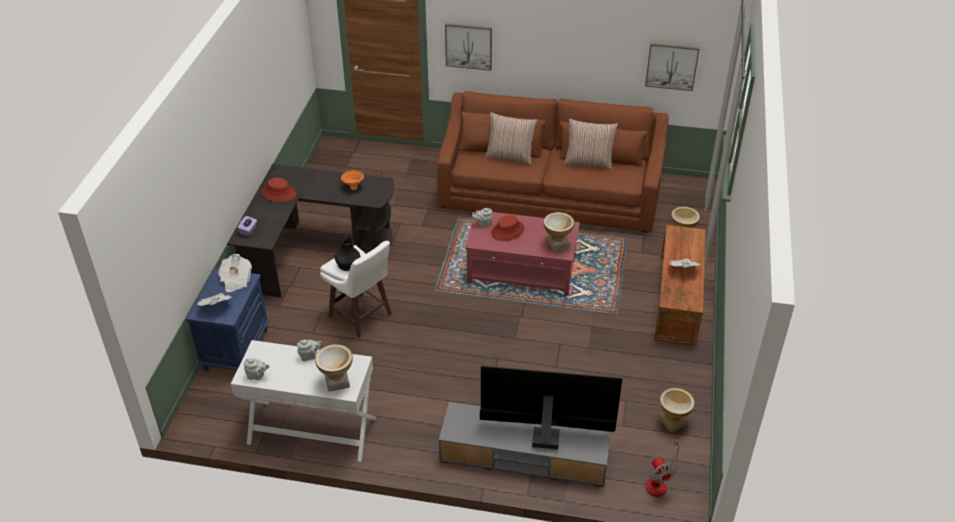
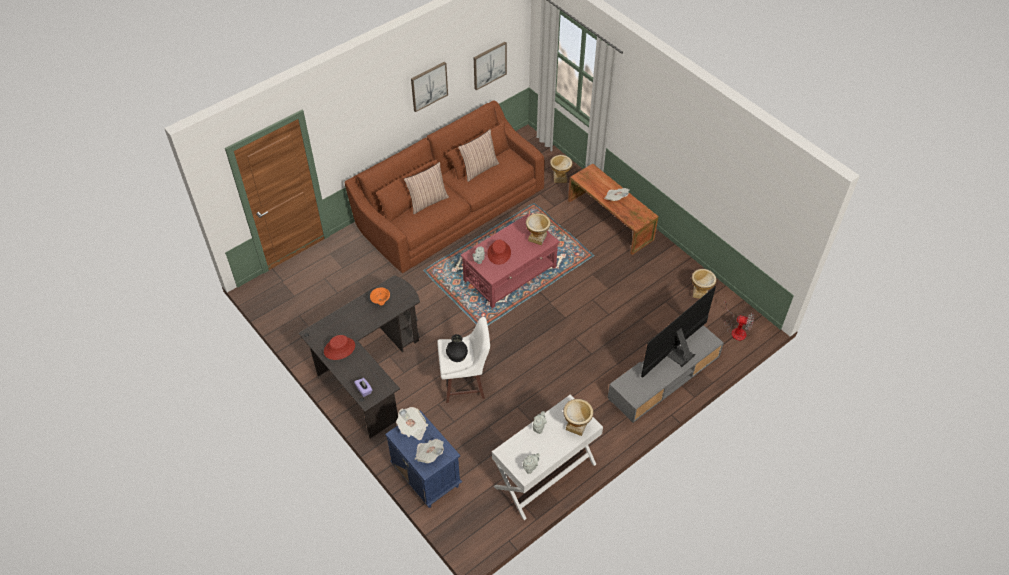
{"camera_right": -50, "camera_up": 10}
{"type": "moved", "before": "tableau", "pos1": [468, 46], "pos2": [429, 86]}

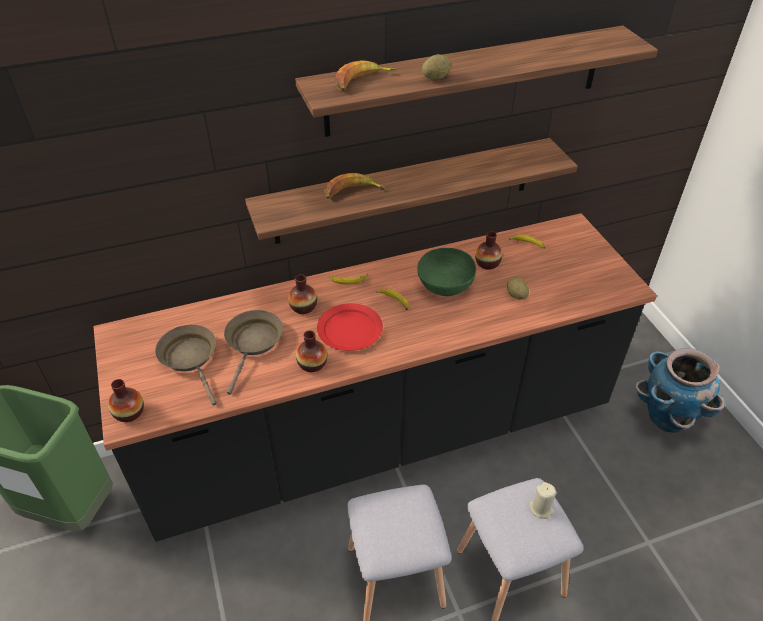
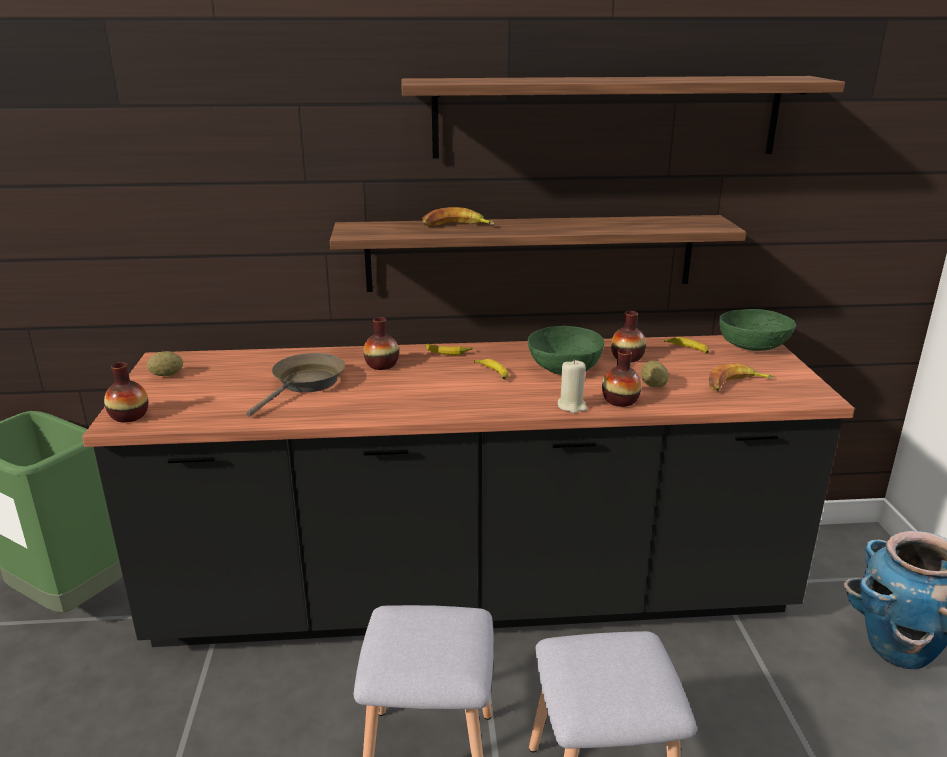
{"camera_right": 15, "camera_up": -20}
{"type": "removed", "before": "poêle [marron]", "pos1": [191, 358]}
{"type": "removed", "before": "assiette [rouge]", "pos1": [350, 330]}
{"type": "added", "after": "bol [vert]", "pos2": [753, 345]}
{"type": "moved", "before": "vase", "pos1": [312, 364], "pos2": [620, 401]}
{"type": "moved", "before": "banane", "pos1": [361, 81], "pos2": [736, 384]}
{"type": "moved", "before": "pomme de terre", "pos1": [435, 78], "pos2": [166, 375]}
{"type": "moved", "before": "bougie [beige]", "pos1": [541, 508], "pos2": [572, 406]}

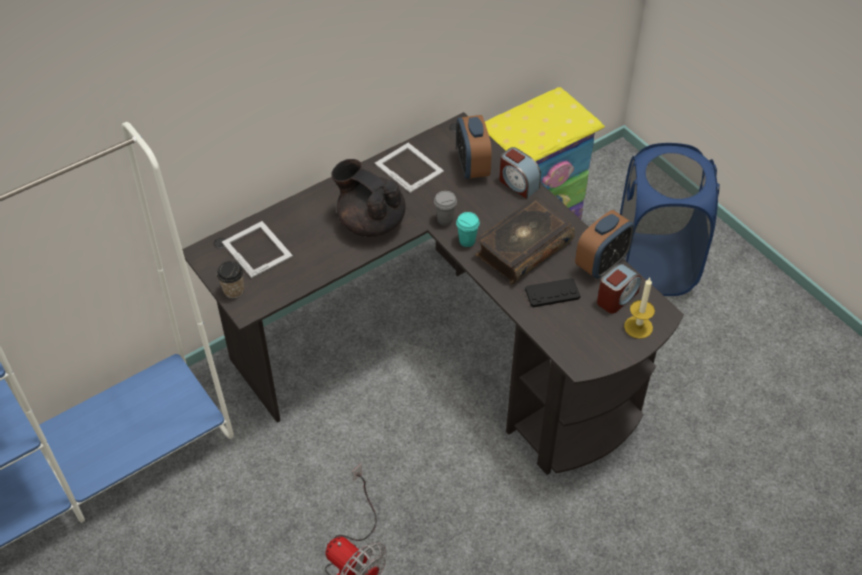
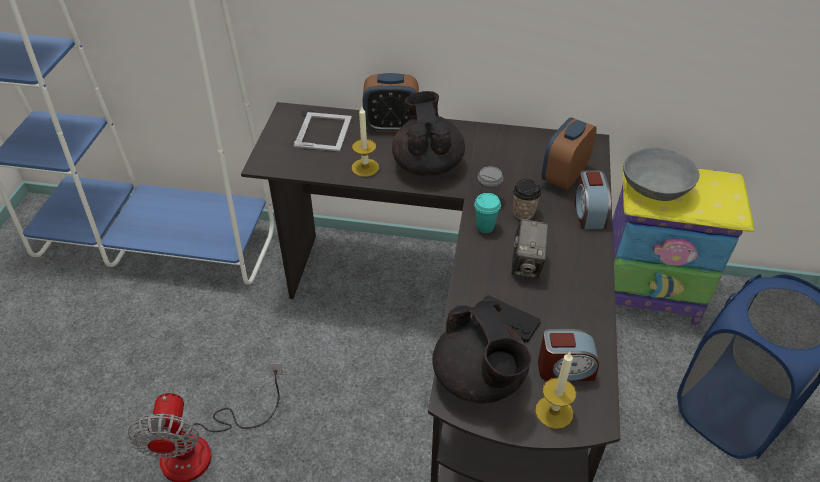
{"camera_right": 45, "camera_up": -5}
{"type": "removed", "before": "cadre photo", "pos1": [409, 167]}
{"type": "added", "after": "bougie", "pos2": [365, 167]}
{"type": "added", "after": "théière [noir]", "pos2": [479, 379]}
{"type": "added", "after": "bol [gris]", "pos2": [656, 188]}
{"type": "moved", "before": "tasse", "pos1": [233, 291], "pos2": [523, 213]}
{"type": "moved", "before": "réveil", "pos1": [601, 264], "pos2": [391, 126]}
{"type": "replaced", "before": "livre", "after": "appareil photo", "pos1": [522, 248], "pos2": [526, 265]}

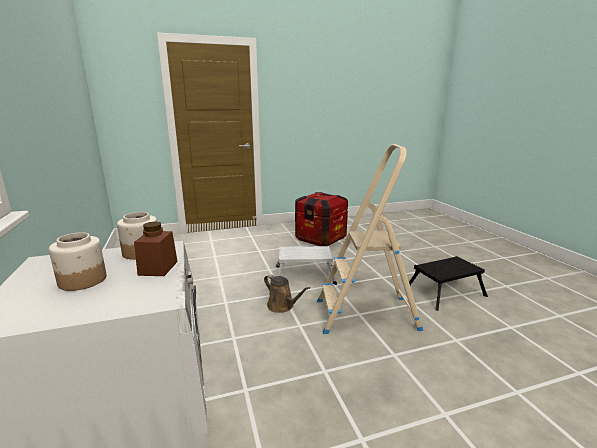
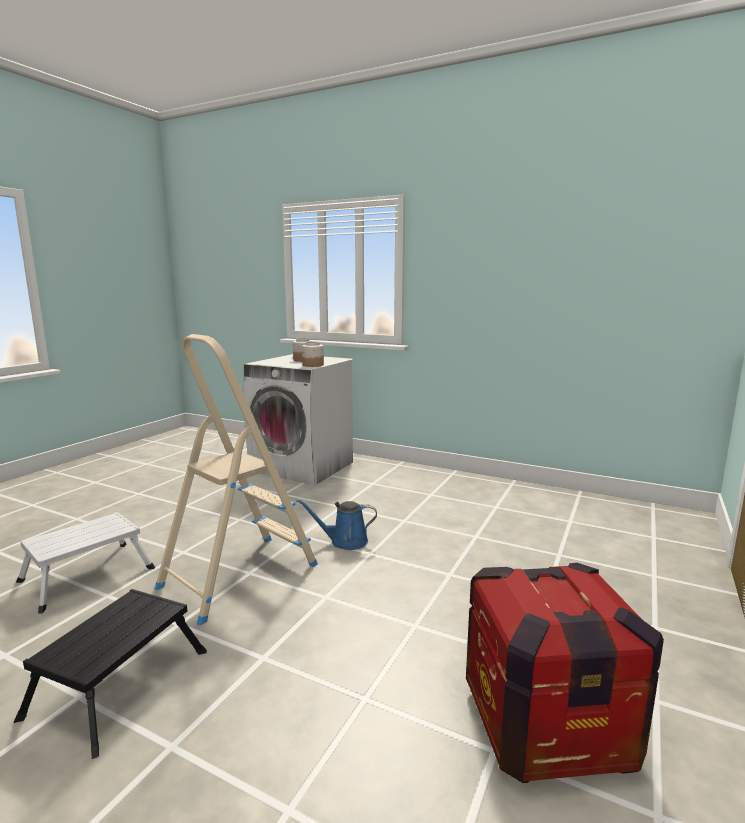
{"camera_right": 135, "camera_up": -5}
{"type": "removed", "before": "bocal [marron]", "pos1": [158, 268]}
{"type": "moved", "before": "escabeau [blanc]", "pos1": [304, 275], "pos2": [88, 574]}
{"type": "recoloured", "before": "arrosoir [marron]", "after": "arrosoir [bleu]", "pos1": [282, 306], "pos2": [345, 542]}

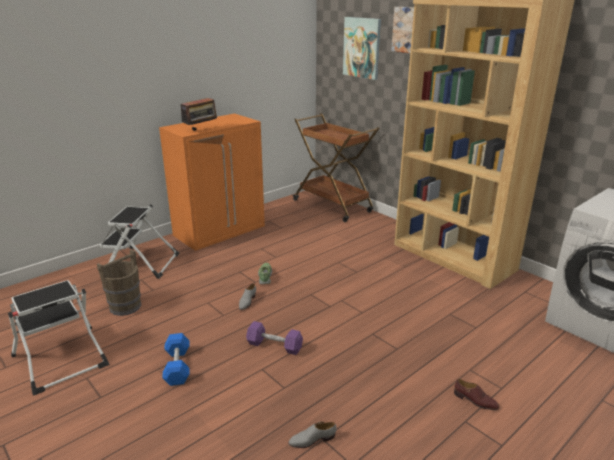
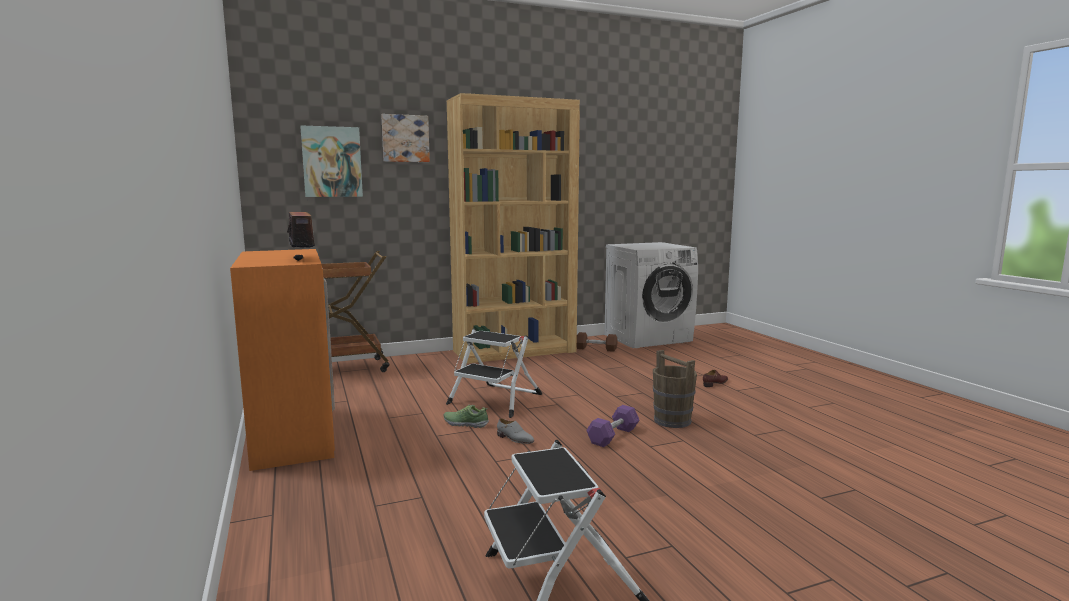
{"camera_right": -70, "camera_up": -15}
{"type": "removed", "before": "haltère [bleu]", "pos1": [177, 366]}
{"type": "removed", "before": "chaussure [gris]", "pos1": [312, 440]}
{"type": "added", "after": "haltère [marron]", "pos2": [596, 349]}
{"type": "moved", "before": "seau [marron]", "pos1": [125, 306], "pos2": [672, 420]}
{"type": "moved", "before": "escabeau", "pos1": [141, 263], "pos2": [496, 400]}

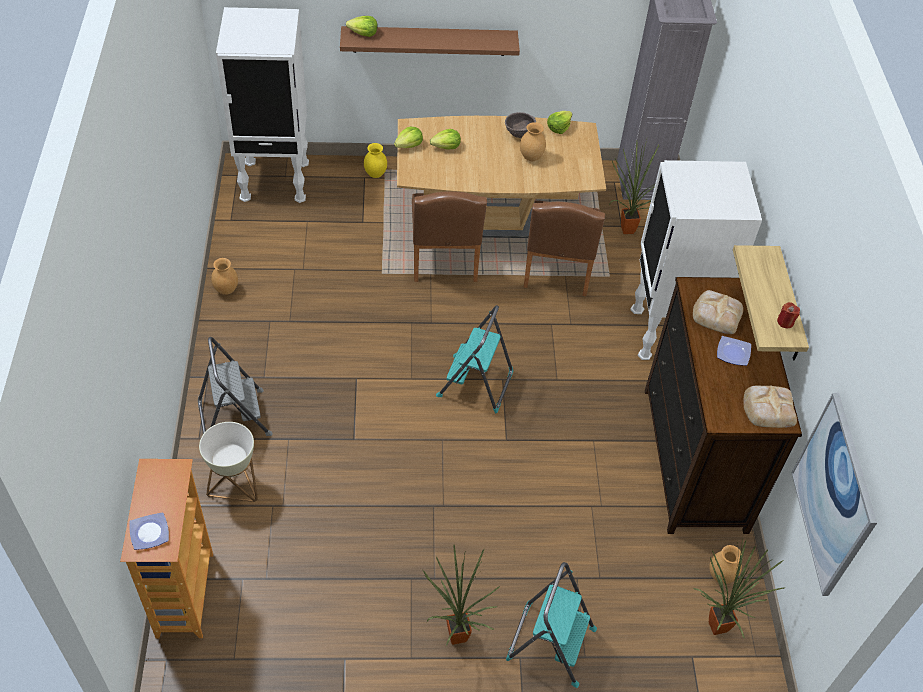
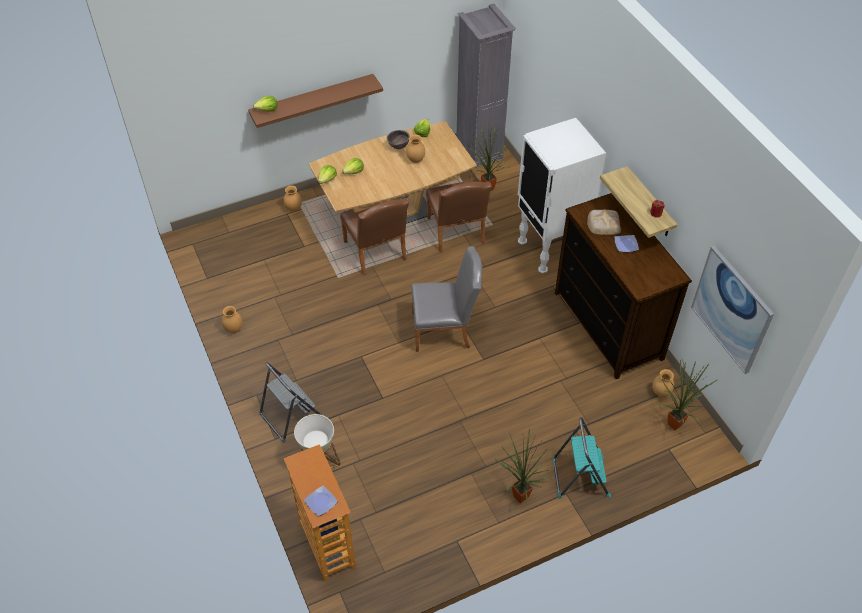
{"camera_right": -20, "camera_up": 0}
{"type": "removed", "before": "meuble de rangement [blanc]", "pos1": [275, 180]}
{"type": "removed", "before": "pain", "pos1": [768, 408]}
{"type": "replaced", "before": "escabeau [turquoise]", "after": "chaise [gris]", "pos1": [478, 384], "pos2": [445, 329]}
{"type": "recoloured", "before": "vase [jaune]", "after": "vase [marron]", "pos1": [375, 174], "pos2": [293, 208]}

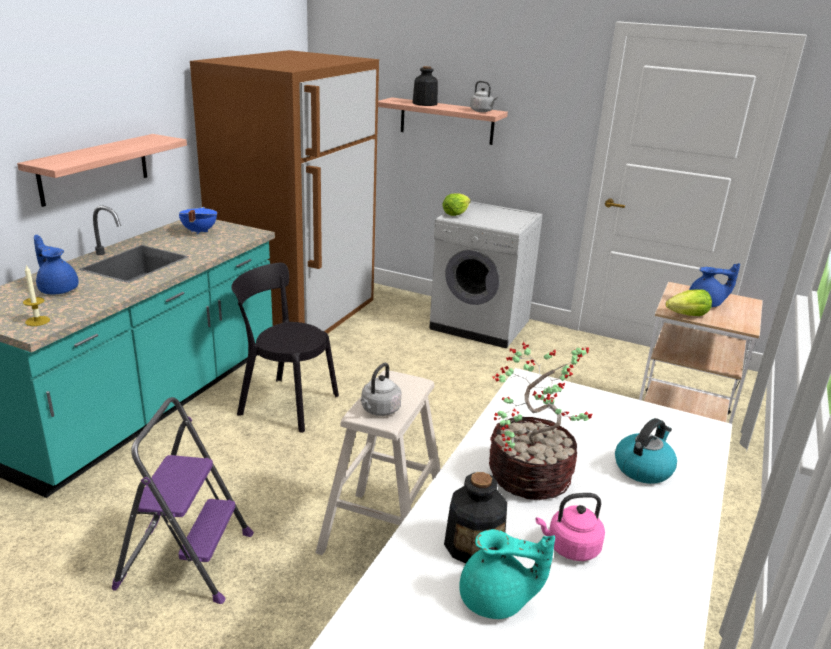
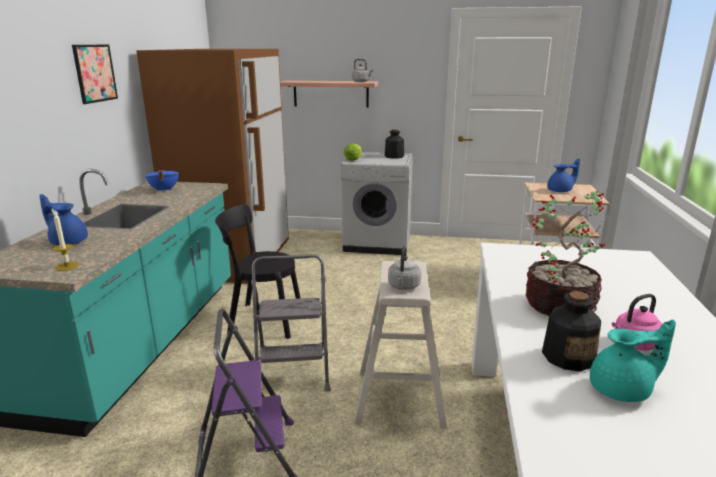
{"camera_right": -15, "camera_up": -5}
{"type": "removed", "before": "étagère", "pos1": [94, 169]}
{"type": "removed", "before": "bouilloire", "pos1": [643, 468]}
{"type": "removed", "before": "laitue", "pos1": [688, 315]}
{"type": "added", "after": "tableau", "pos2": [95, 73]}
{"type": "added", "after": "escabeau [gris]", "pos2": [294, 366]}
{"type": "moved", "before": "bouteille", "pos1": [424, 104], "pos2": [394, 156]}

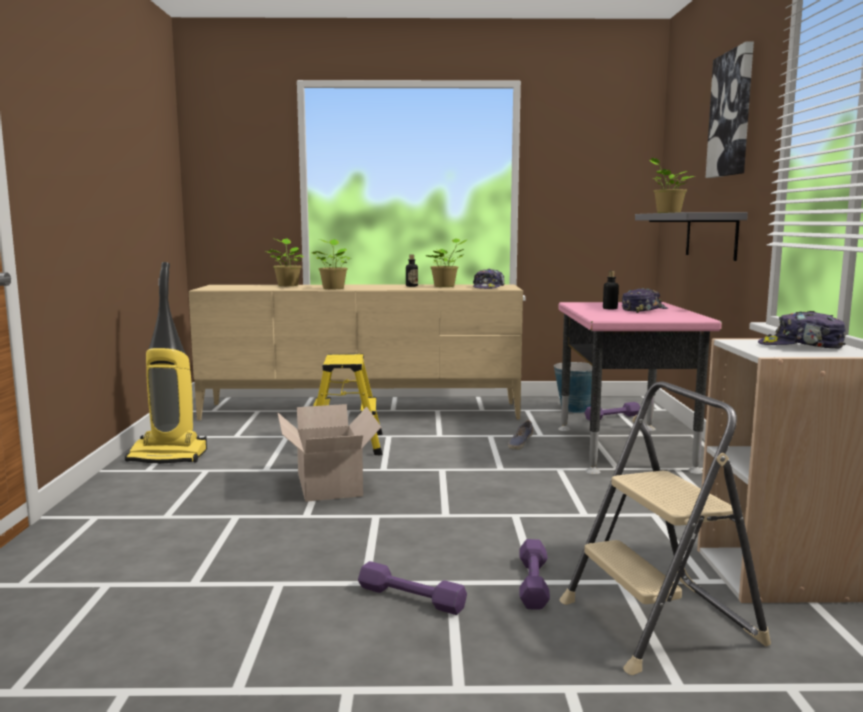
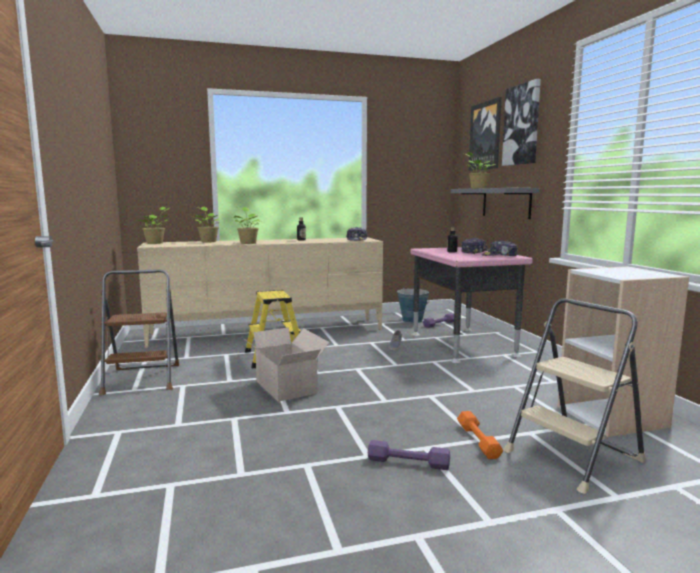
{"camera_right": -15, "camera_up": 0}
{"type": "added", "after": "tableau", "pos2": [485, 136]}
{"type": "moved", "before": "plante en pot", "pos1": [446, 286], "pos2": [156, 243]}
{"type": "moved", "before": "casquette", "pos1": [801, 346], "pos2": [499, 256]}
{"type": "replaced", "before": "aspirateur", "after": "escabeau [marron]", "pos1": [169, 456], "pos2": [144, 377]}
{"type": "recoloured", "before": "haltère [violet]", "after": "haltère [orange]", "pos1": [533, 583], "pos2": [478, 441]}

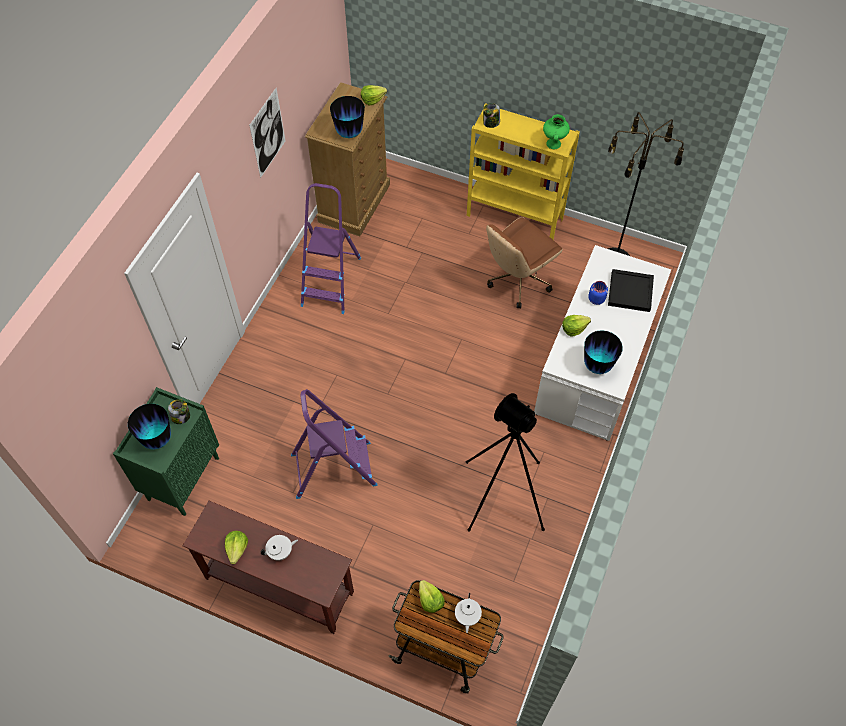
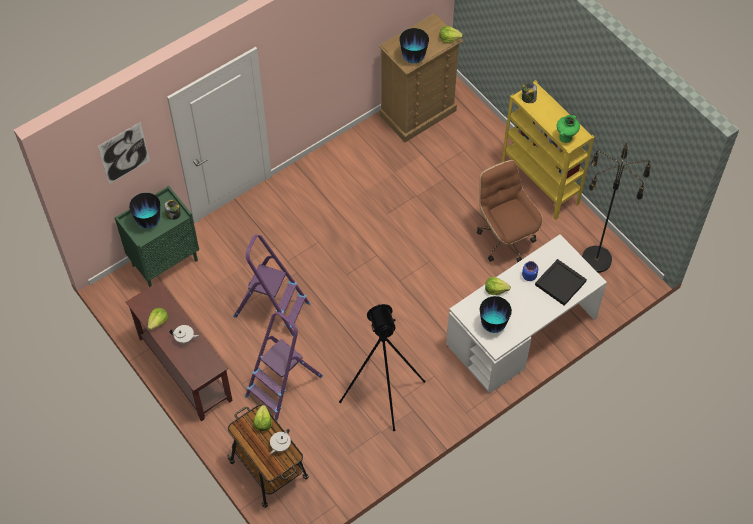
{"camera_right": 30, "camera_up": 0}
{"type": "moved", "before": "tableau", "pos1": [268, 133], "pos2": [124, 153]}
{"type": "moved", "before": "escabeau [violet]", "pos1": [331, 282], "pos2": [283, 386]}
{"type": "turned", "before": "chaise de bureau [marron]", "pos1": [517, 283], "pos2": [504, 239], "turn": 75}

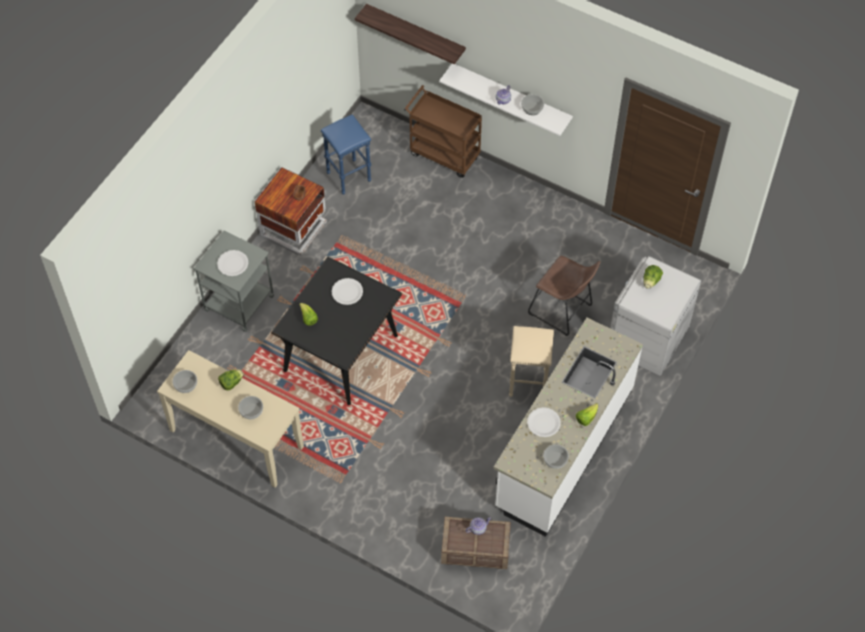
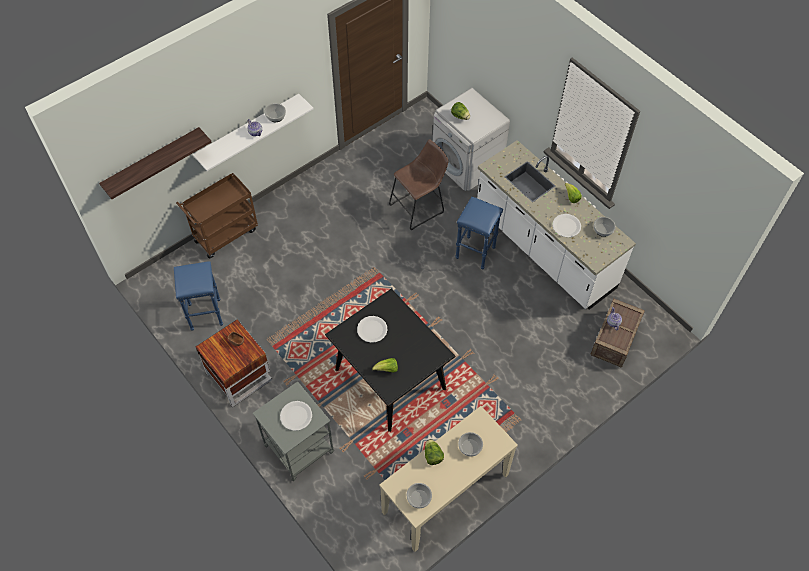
{"camera_right": -70, "camera_up": 0}
{"type": "recoloured", "before": "tabouret [beige]", "after": "tabouret [bleu]", "pos1": [527, 383], "pos2": [475, 253]}

